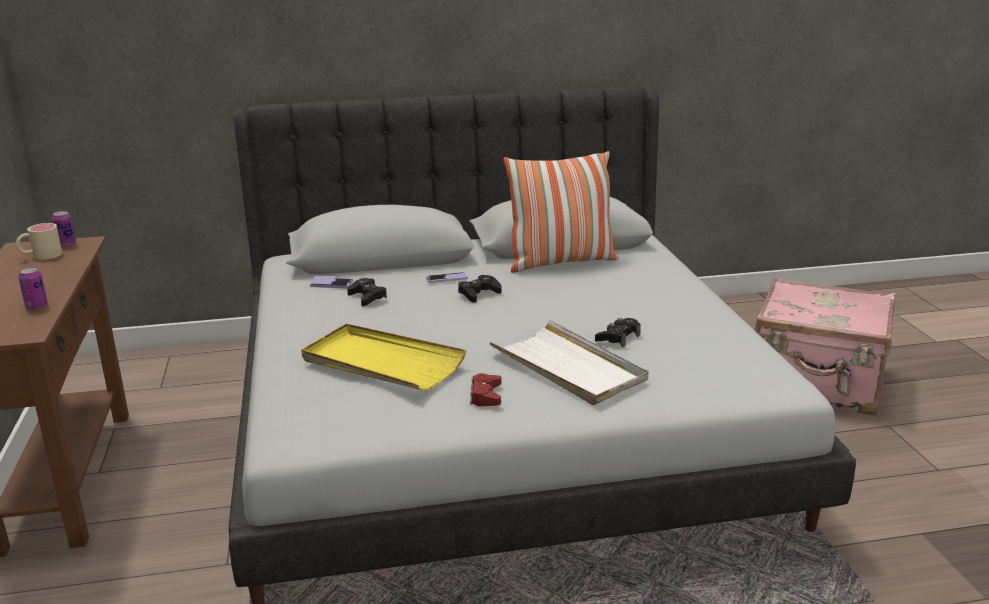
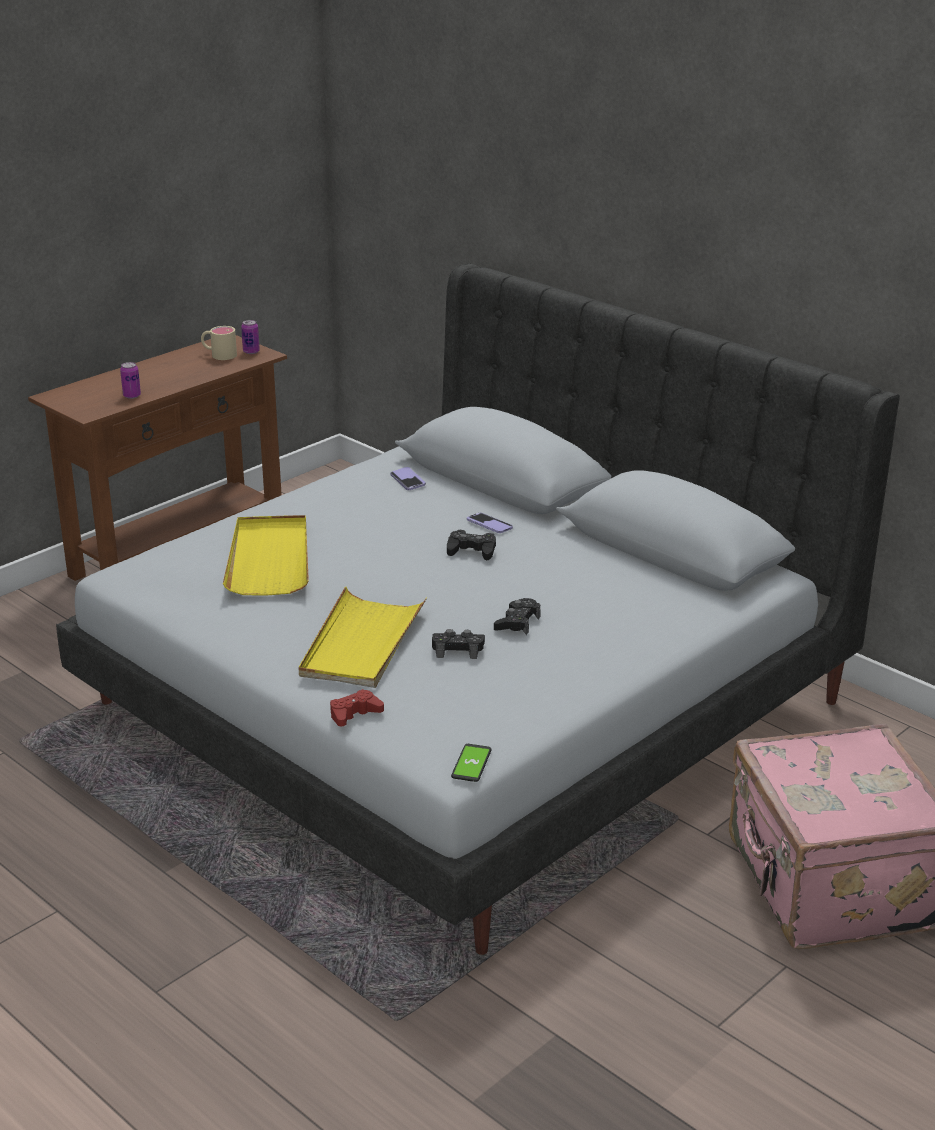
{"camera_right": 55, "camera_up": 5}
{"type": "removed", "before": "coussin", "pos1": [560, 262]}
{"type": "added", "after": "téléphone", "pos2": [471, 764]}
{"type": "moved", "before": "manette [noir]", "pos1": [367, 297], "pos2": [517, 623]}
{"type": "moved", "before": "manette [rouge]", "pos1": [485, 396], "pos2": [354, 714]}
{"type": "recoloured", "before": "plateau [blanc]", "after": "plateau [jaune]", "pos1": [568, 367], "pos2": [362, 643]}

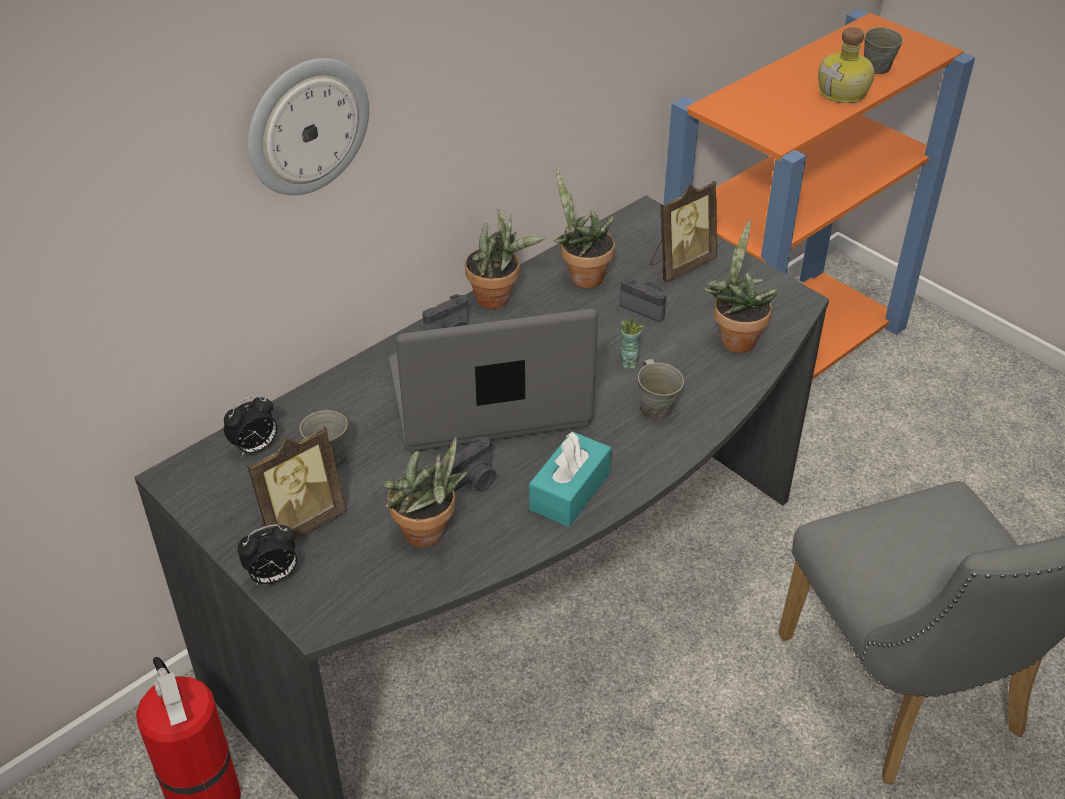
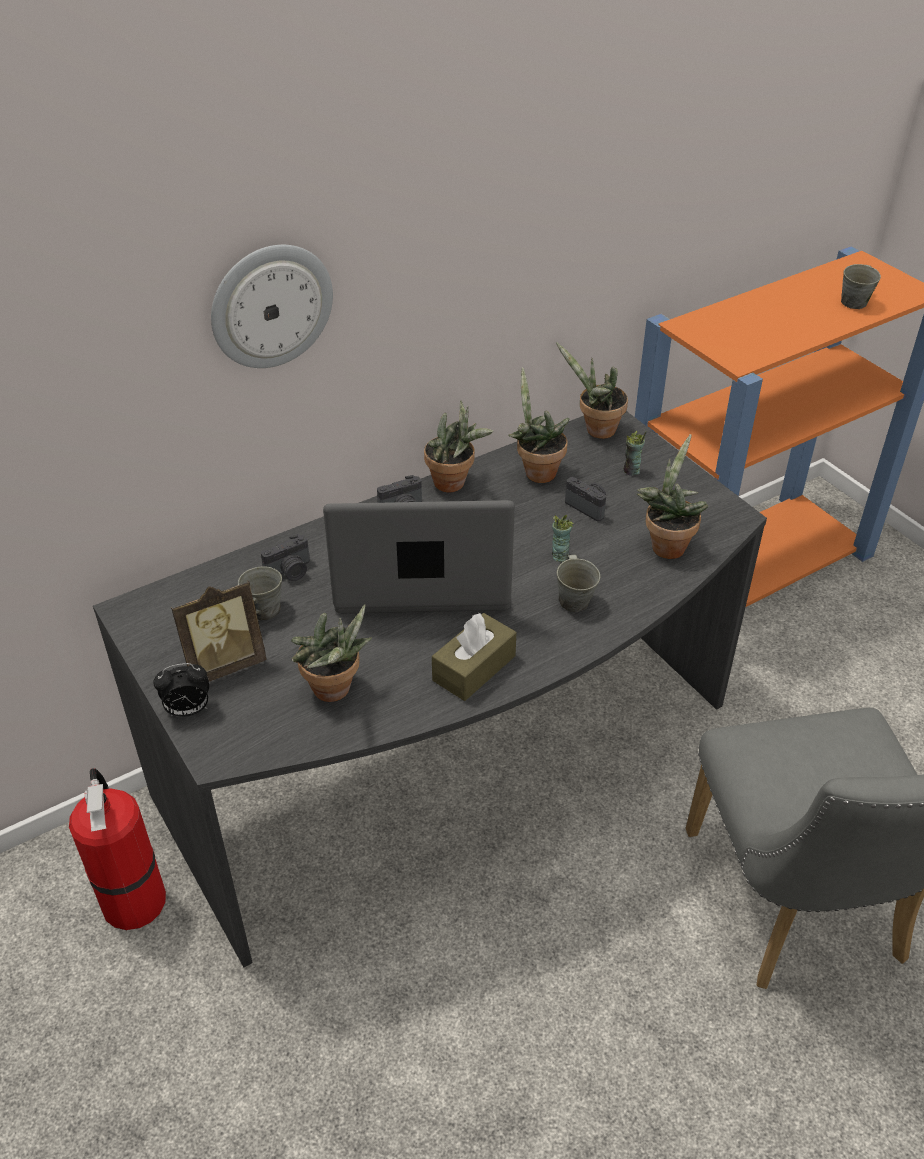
{"camera_right": 10, "camera_up": 0}
{"type": "removed", "before": "réveil", "pos1": [255, 448]}
{"type": "removed", "before": "bouteille", "pos1": [844, 92]}
{"type": "added", "after": "plante en pot", "pos2": [596, 430]}
{"type": "moved", "before": "appareil photo", "pos1": [474, 480], "pos2": [290, 572]}
{"type": "replaced", "before": "cadre photo", "after": "tasse", "pos1": [680, 265], "pos2": [631, 471]}
{"type": "recoloured", "before": "boîte à mouchoirs [turquoise]", "after": "boîte à mouchoirs [marron]", "pos1": [570, 491], "pos2": [474, 668]}

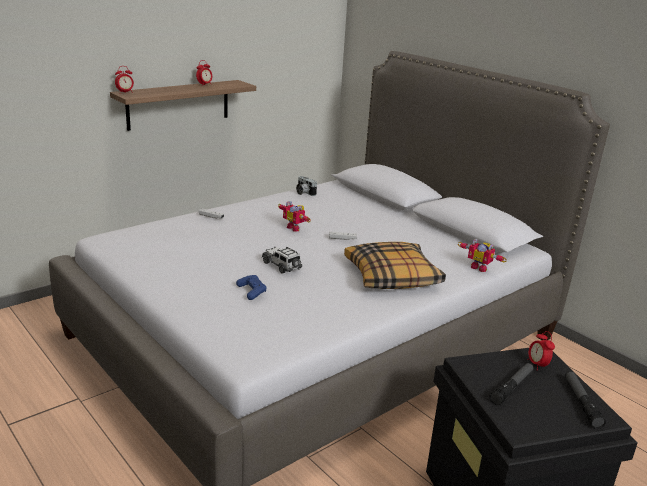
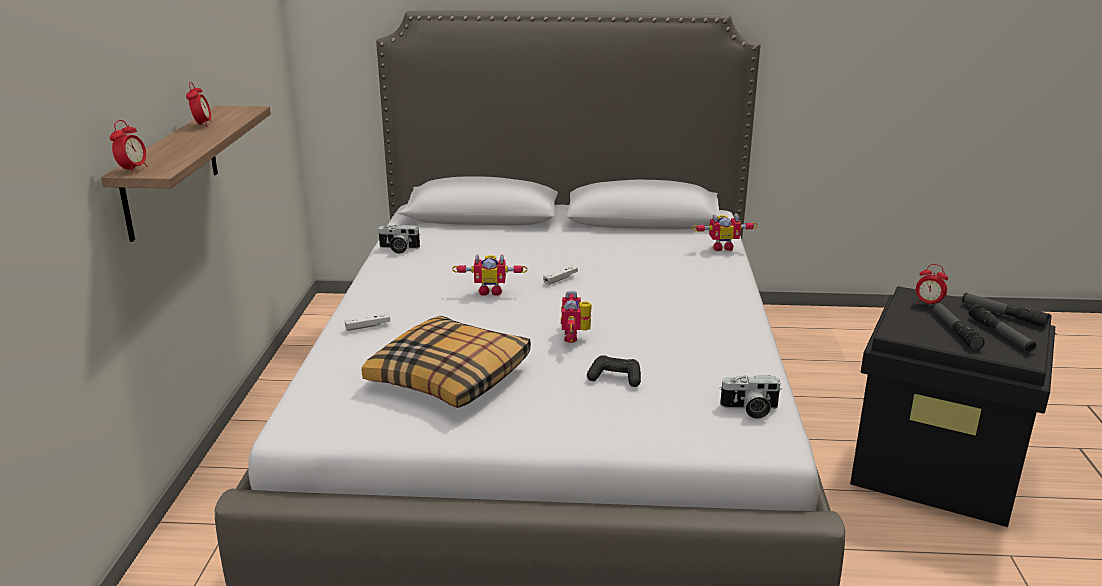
{"camera_right": -45, "camera_up": 0}
{"type": "added", "after": "appareil photo", "pos2": [750, 409]}
{"type": "added", "after": "lampe de poche", "pos2": [1000, 334]}
{"type": "moved", "before": "coussin", "pos1": [392, 276], "pos2": [450, 377]}
{"type": "replaced", "before": "petite voiture", "after": "robot jouet", "pos1": [282, 266], "pos2": [575, 337]}
{"type": "recoloured", "before": "manette [bleu]", "after": "manette [noir]", "pos1": [251, 291], "pos2": [615, 378]}

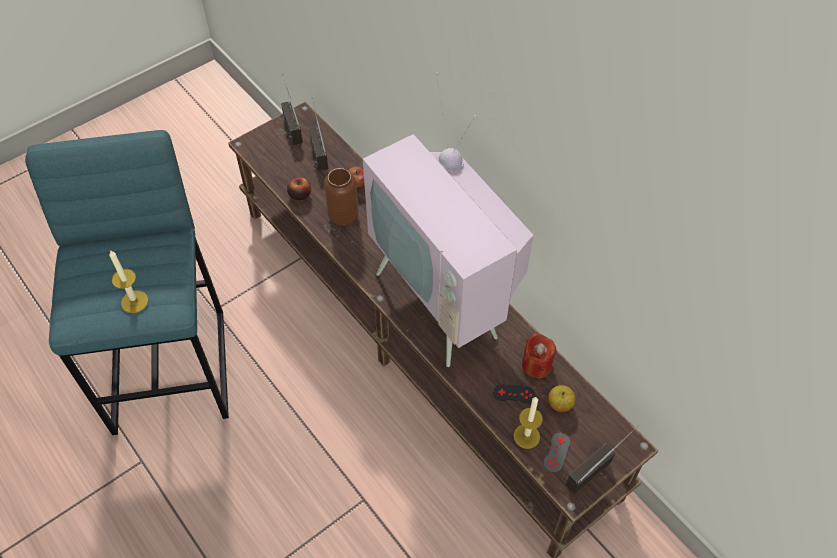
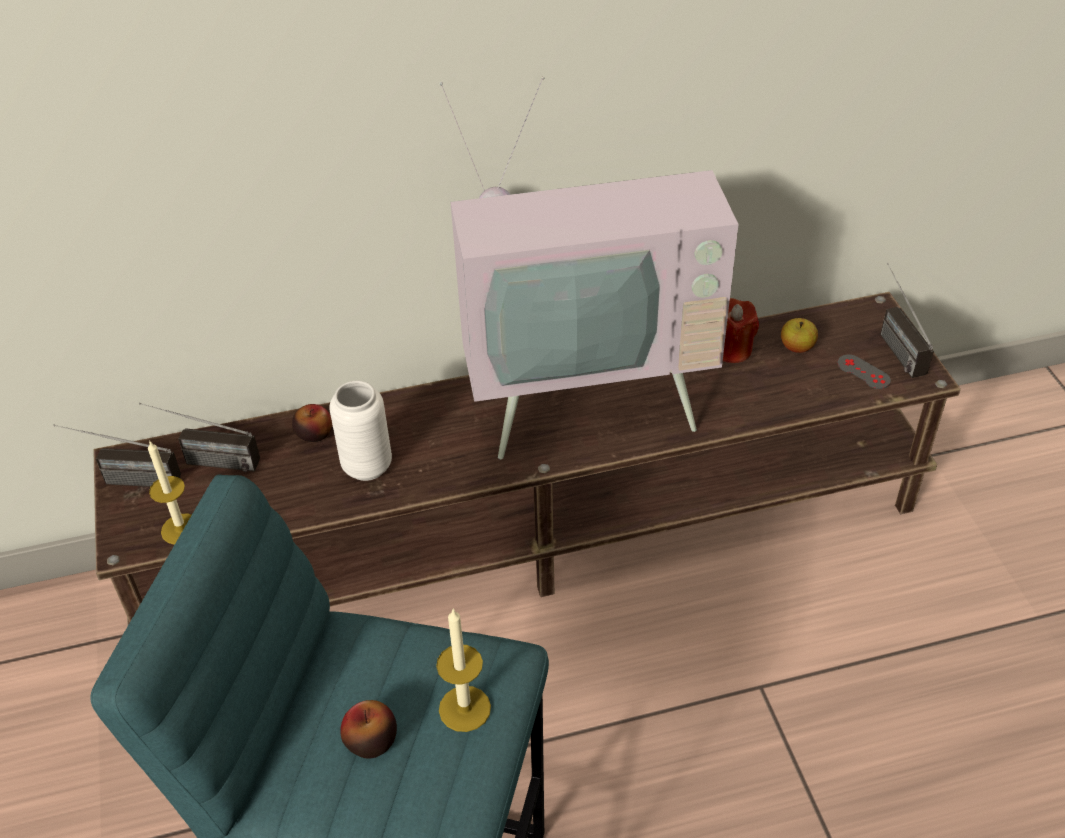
{"camera_right": -65, "camera_up": -10}
{"type": "removed", "before": "manette [noir]", "pos1": [514, 394]}
{"type": "moved", "before": "pomme", "pos1": [300, 194], "pos2": [371, 740]}
{"type": "moved", "before": "bougie", "pos1": [526, 436], "pos2": [181, 529]}
{"type": "recoloured", "before": "vase [marron]", "after": "vase [blanc]", "pos1": [343, 216], "pos2": [367, 466]}

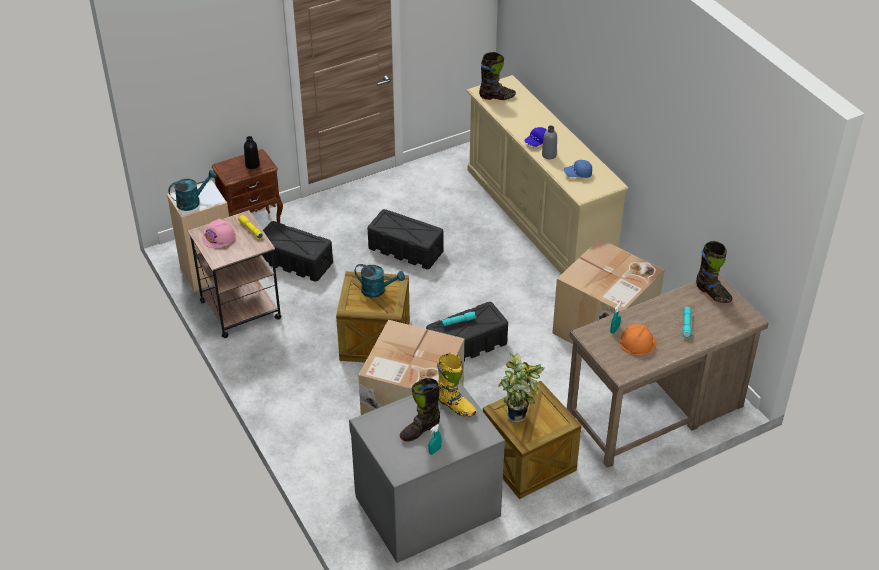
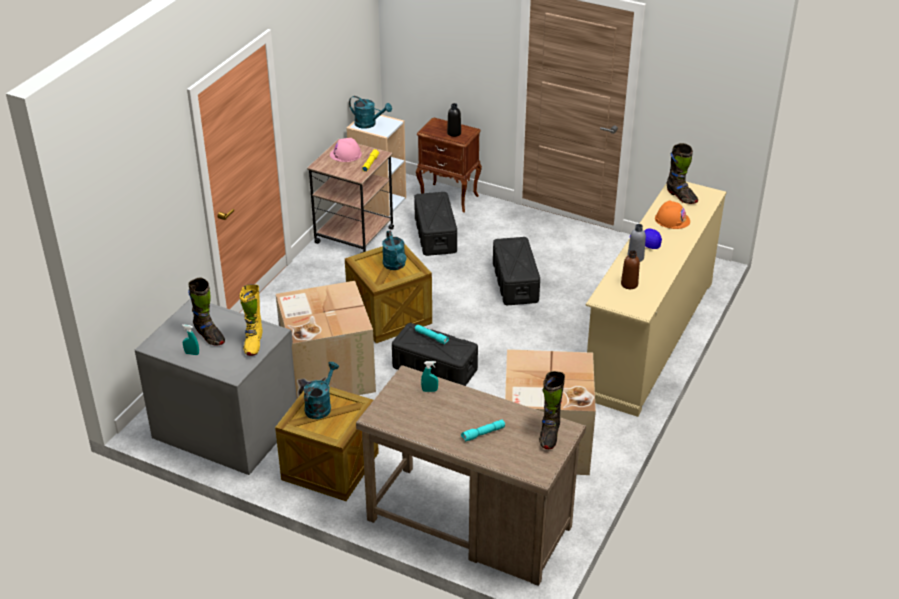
{"camera_right": 55, "camera_up": -5}
{"type": "moved", "before": "casque de chantier [orange]", "pos1": [637, 342], "pos2": [672, 219]}
{"type": "replaced", "before": "plante en pot", "after": "arrosoir [turquoise]", "pos1": [519, 415], "pos2": [320, 406]}
{"type": "replaced", "before": "casquette [bleu]", "after": "bouteille [marron]", "pos1": [578, 174], "pos2": [629, 284]}
{"type": "turned", "before": "botte [noir]", "pos1": [420, 430], "pos2": [209, 336], "turn": -150}

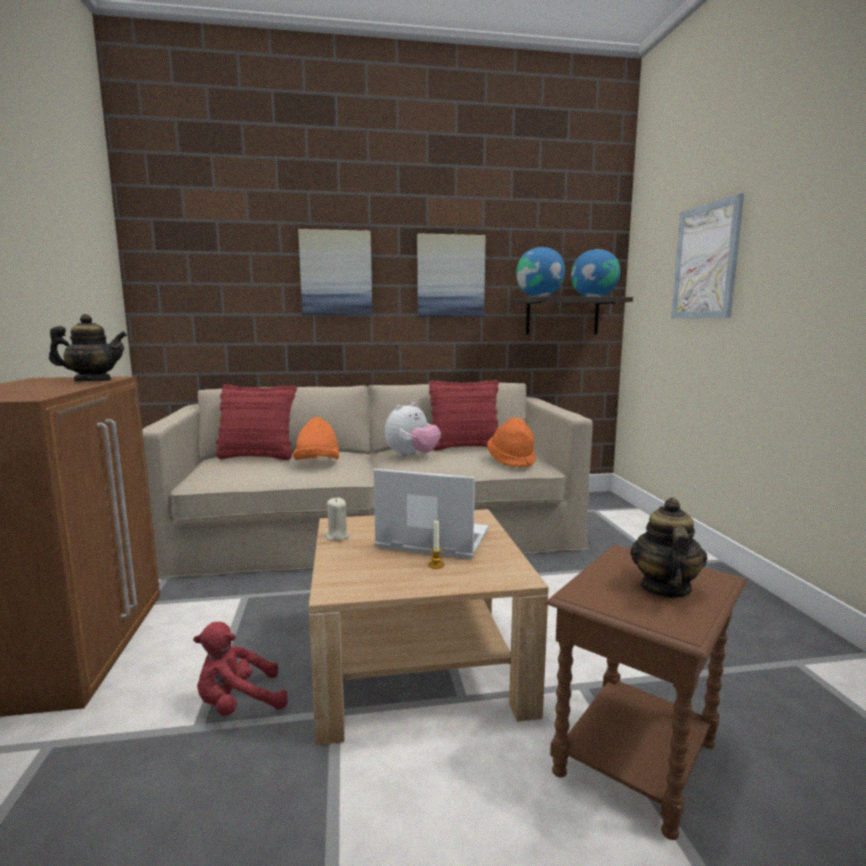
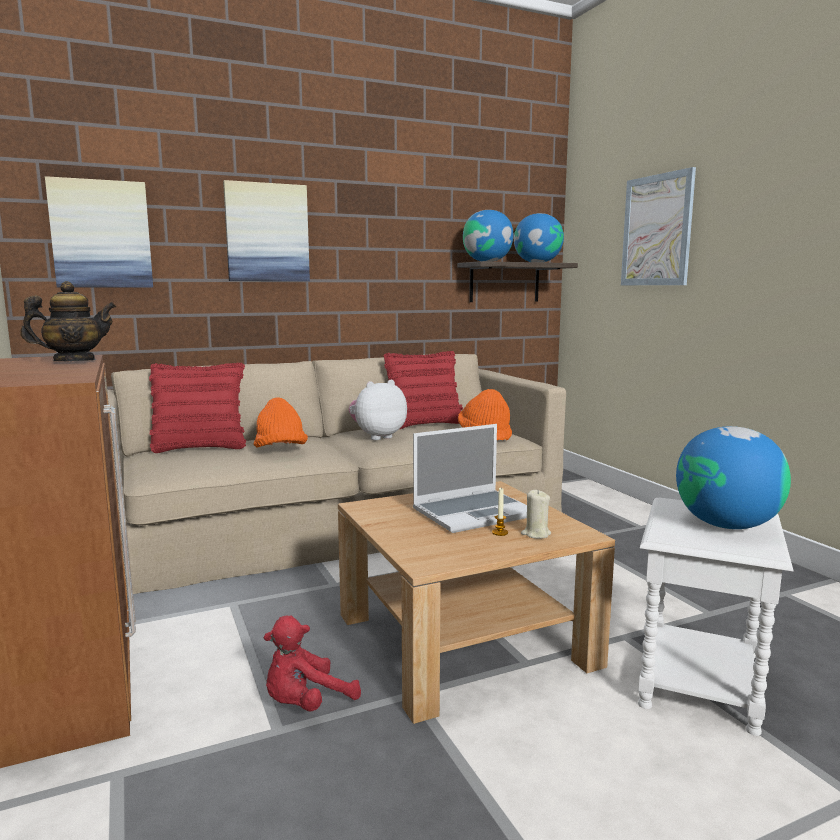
{"camera_right": -15, "camera_up": 0}
{"type": "moved", "before": "bougie [beige]", "pos1": [337, 537], "pos2": [536, 534]}
{"type": "moved", "before": "tableau", "pos1": [450, 276], "pos2": [101, 234]}
{"type": "replaced", "before": "théière", "after": "globe", "pos1": [664, 588], "pos2": [726, 525]}
{"type": "recoloured", "before": "table d'appoint [marron]", "after": "table d'appoint [blanc]", "pos1": [638, 758], "pos2": [701, 684]}
{"type": "turned", "before": "ordinateur portable", "pos1": [431, 540], "pos2": [474, 512], "turn": 150}
{"type": "turned", "before": "peluche", "pos1": [412, 456], "pos2": [377, 437], "turn": -150}

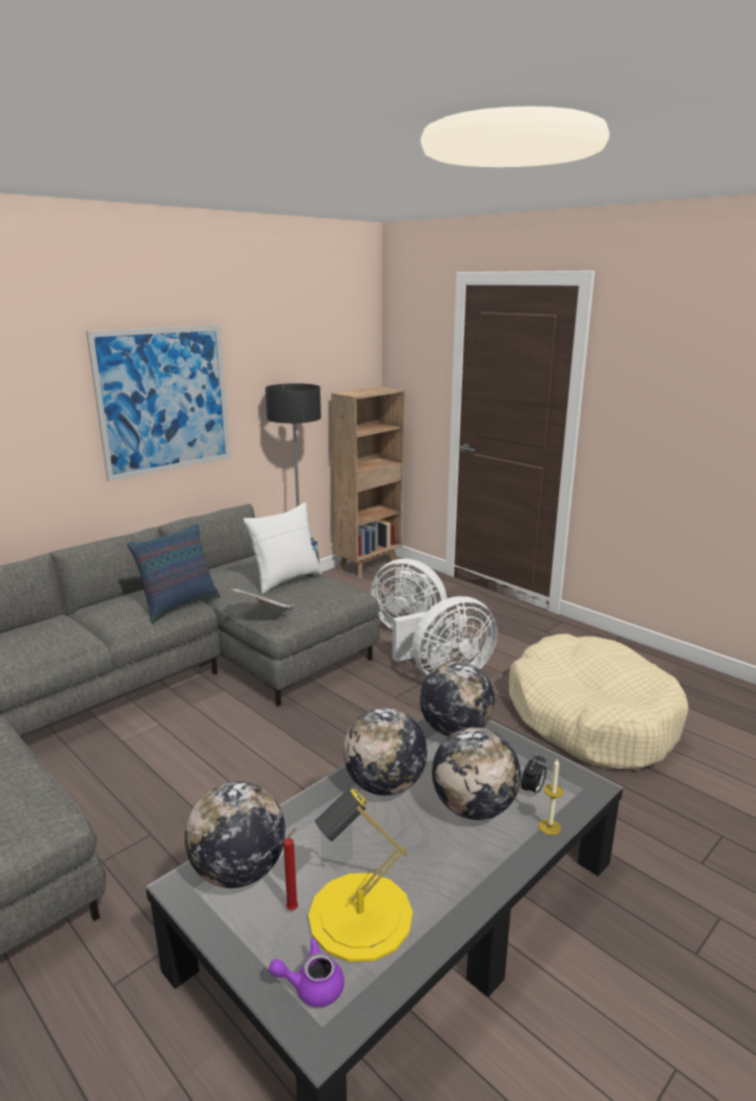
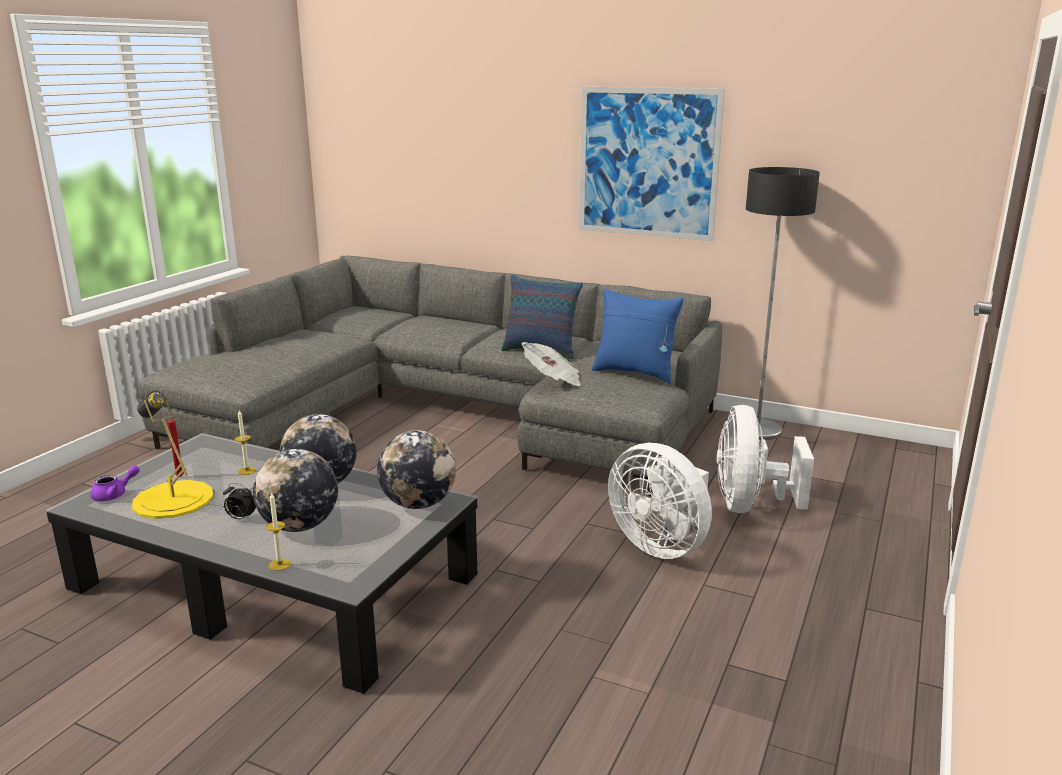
{"camera_right": 70, "camera_up": 0}
{"type": "removed", "before": "globe", "pos1": [239, 871]}
{"type": "removed", "before": "bibliothèque [marron]", "pos1": [370, 566]}
{"type": "removed", "before": "panier pour chien [beige]", "pos1": [591, 718]}
{"type": "added", "after": "bougie", "pos2": [247, 471]}
{"type": "moved", "before": "réveil", "pos1": [532, 790], "pos2": [240, 518]}
{"type": "recoloured", "before": "coussin [blanc]", "after": "coussin [bleu]", "pos1": [286, 581], "pos2": [634, 373]}
{"type": "turned", "before": "théière [violet]", "pos1": [311, 986], "pos2": [115, 494], "turn": 75}

